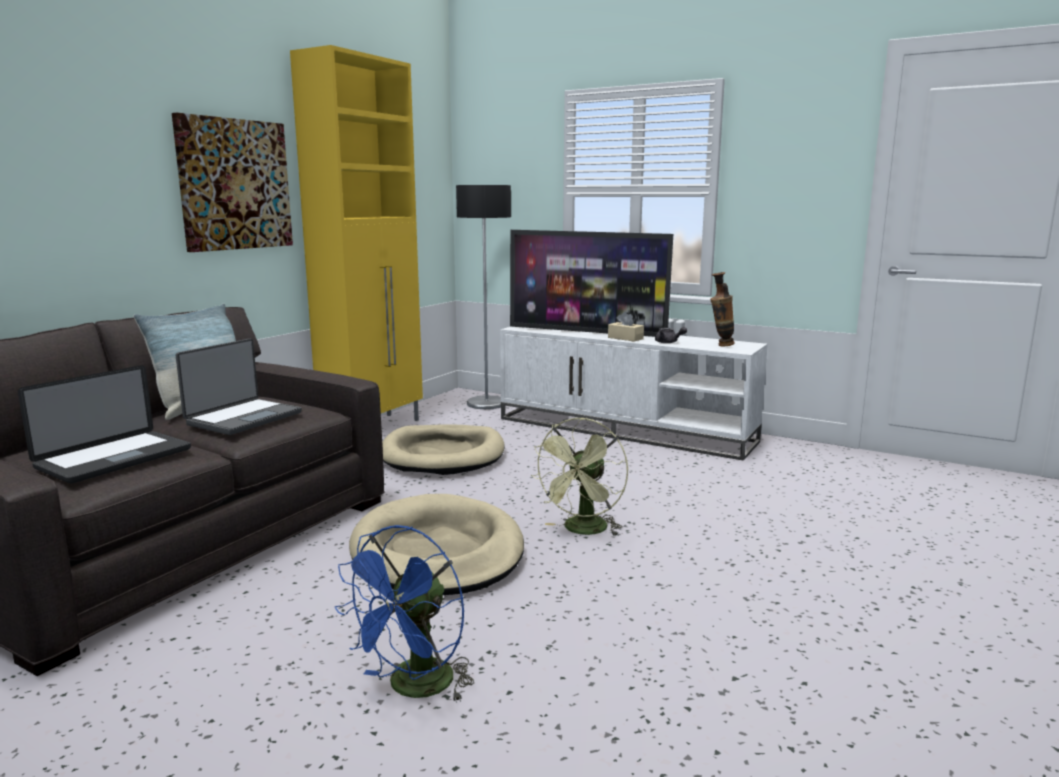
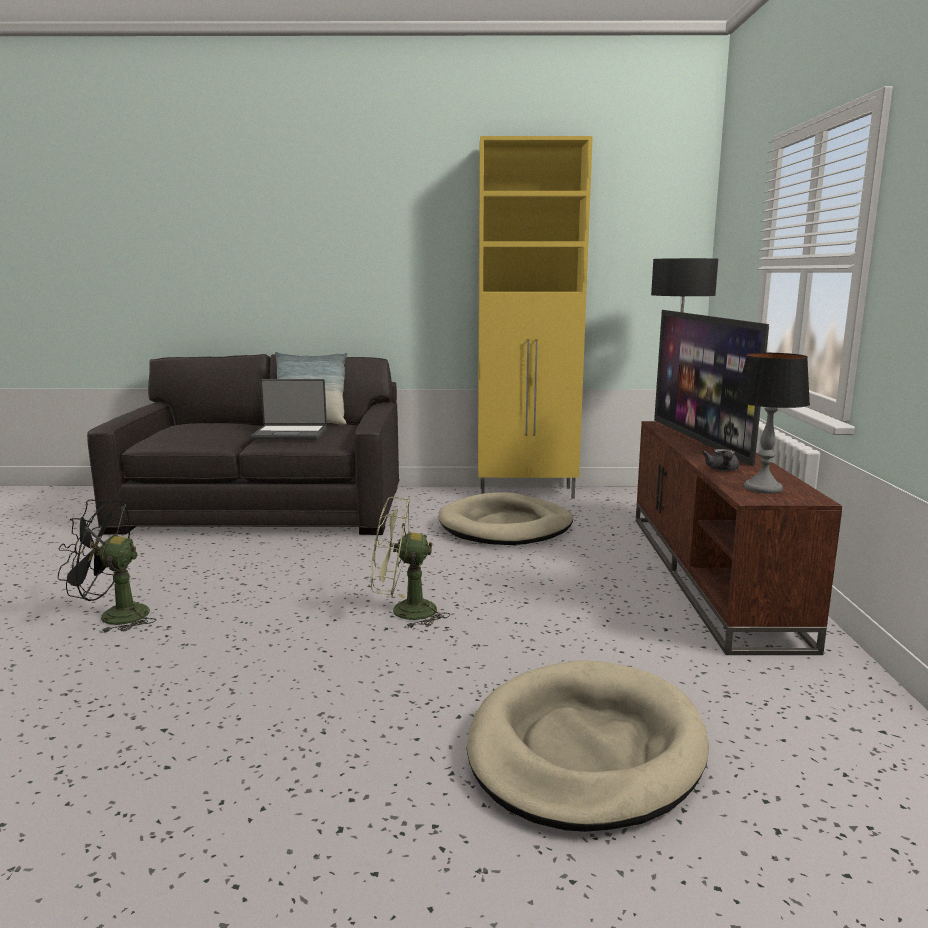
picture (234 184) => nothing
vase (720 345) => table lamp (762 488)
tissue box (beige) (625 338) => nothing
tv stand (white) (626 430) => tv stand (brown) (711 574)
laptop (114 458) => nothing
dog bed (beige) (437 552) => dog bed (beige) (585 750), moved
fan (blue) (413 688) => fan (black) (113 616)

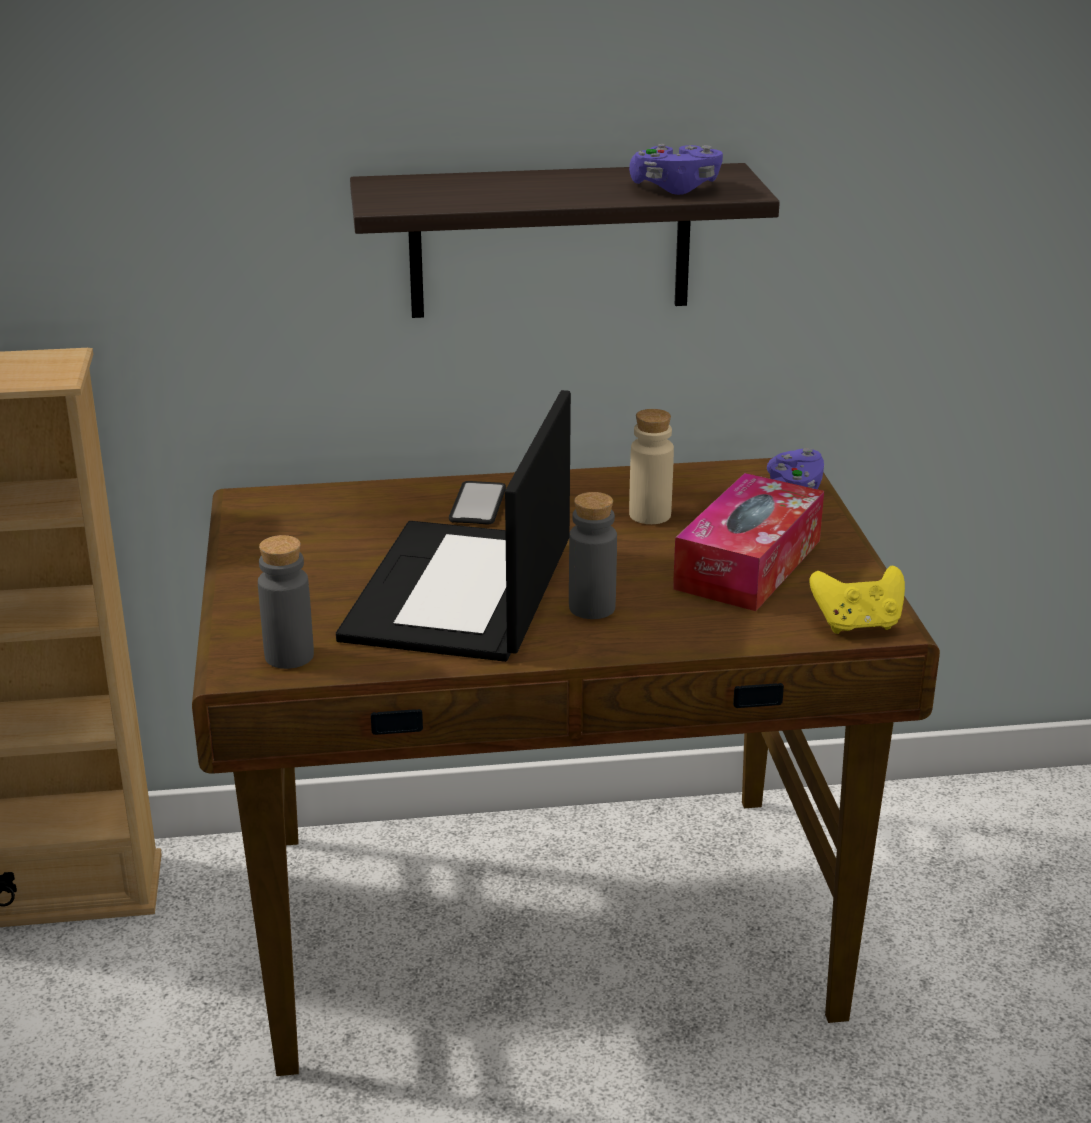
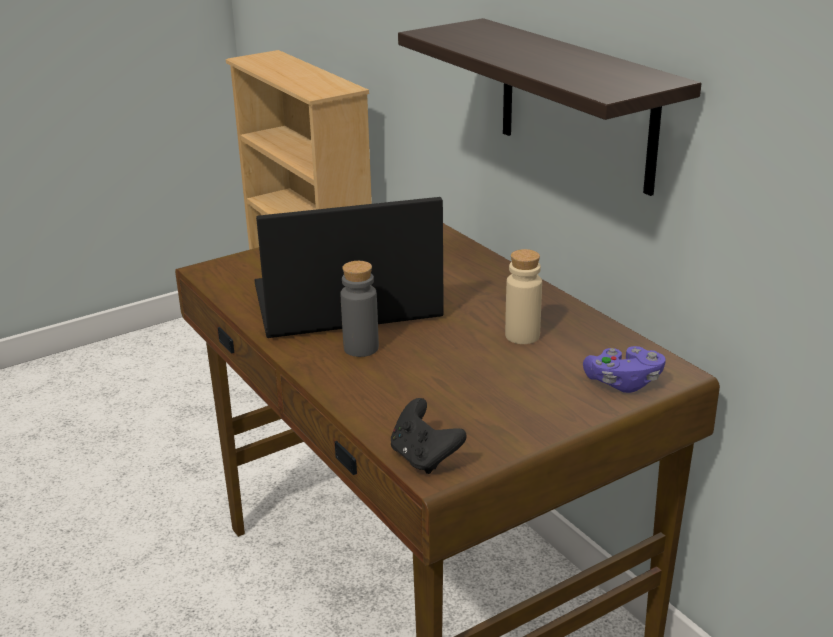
game controller (purple) (675 188) => nothing
tissue box (748 564) => nothing
phone (477 504) => nothing
bottle (grey) (289 656) => nothing
game controller (yellow) (857 624) => game controller (black) (424 458)

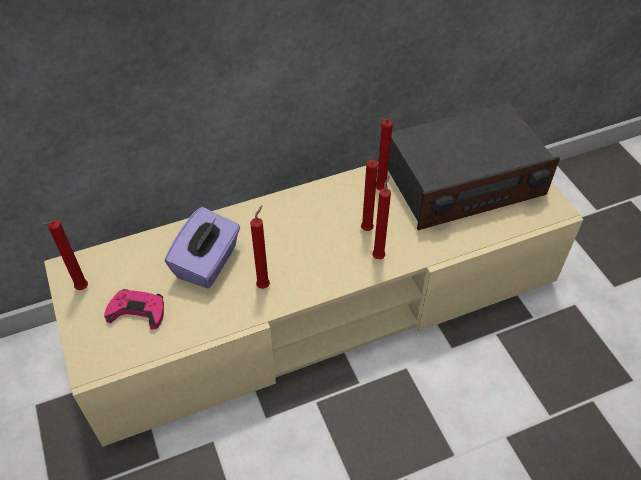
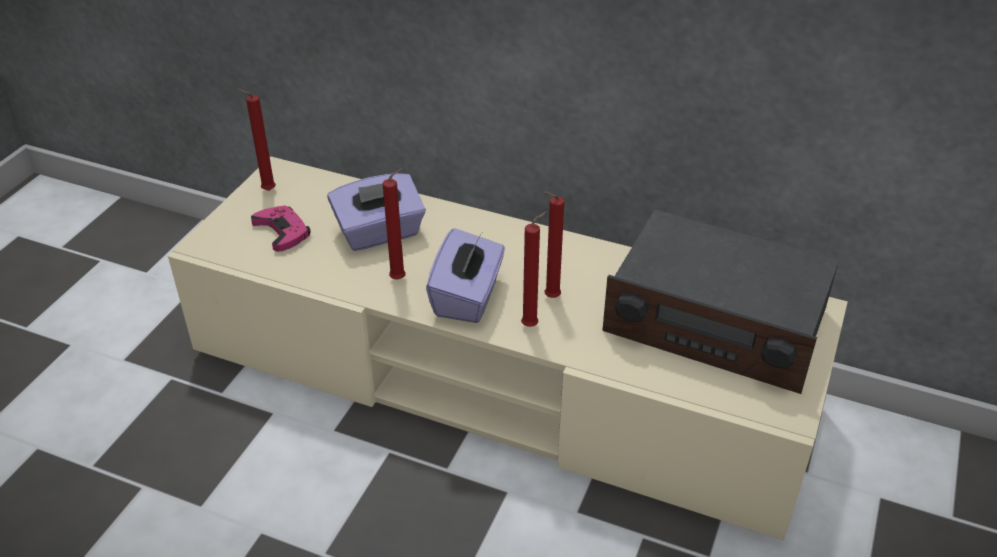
candle (red) (379 190) => nothing
nothing => tissue box (purple) (467 297)

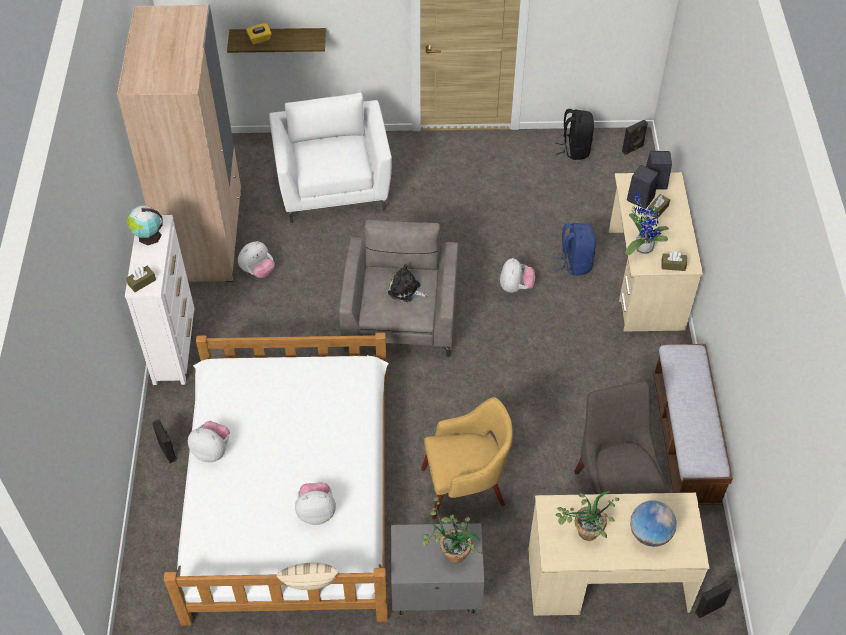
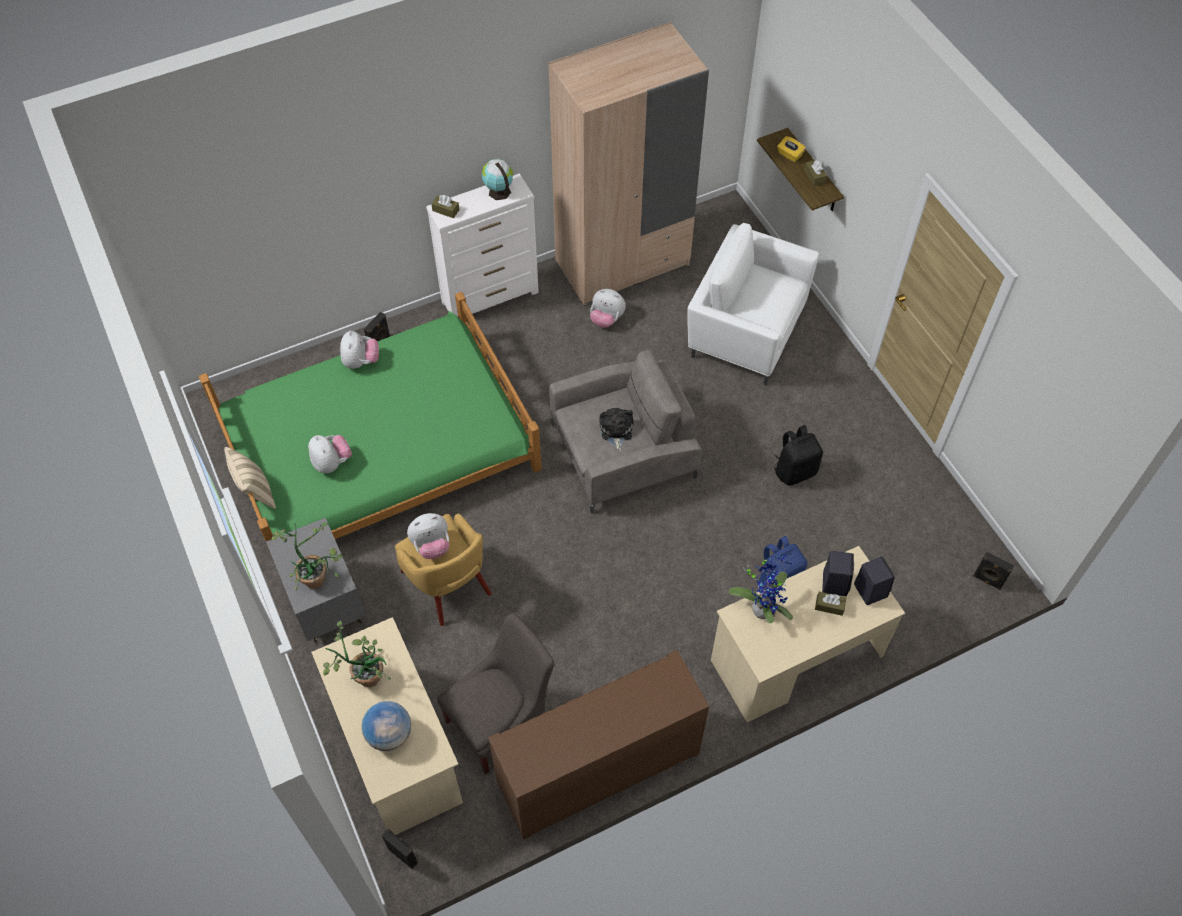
armchair (white) (333 188) => armchair (white) (745 332), 120 degrees counterclockwise
backpack (black) (575 149) => backpack (black) (795 470), moved
tissue box (brown) (673 265) => tissue box (brown) (814 176), moved
plush toy (516 287) => plush toy (431 545), moved
bed (white) (290 490) => bed (green) (381 448)
bench (685 440) => cabinet (brown) (598 768)

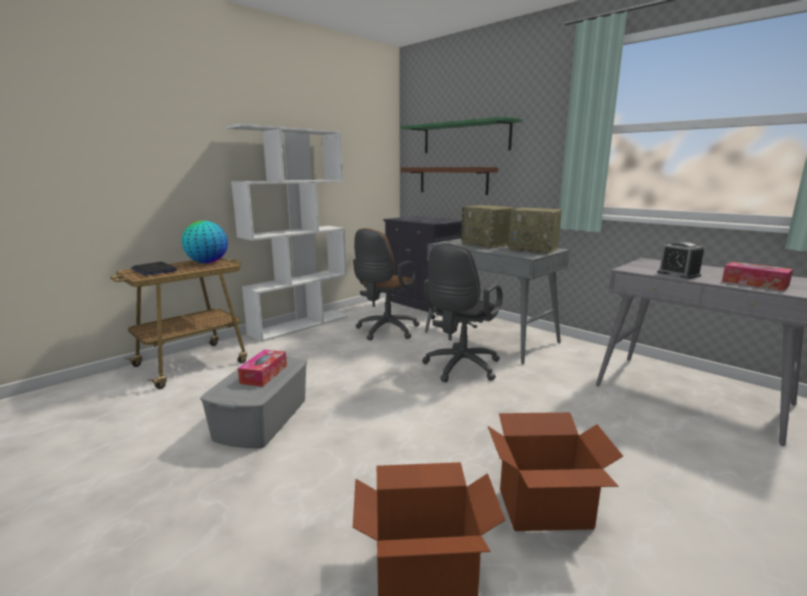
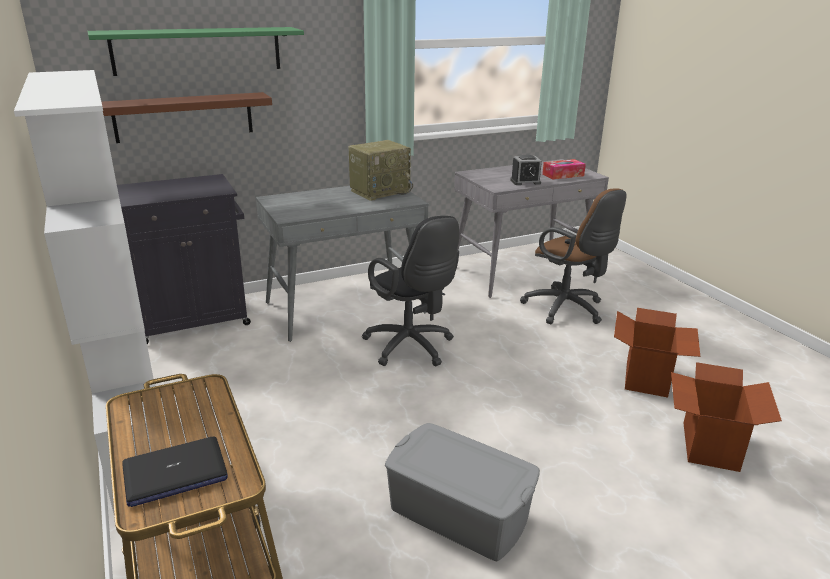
radio (486 244) => nothing
globe (207 263) => nothing
office chair (brown) (385 331) => office chair (brown) (567 310), moved
tissue box (264 374) => nothing

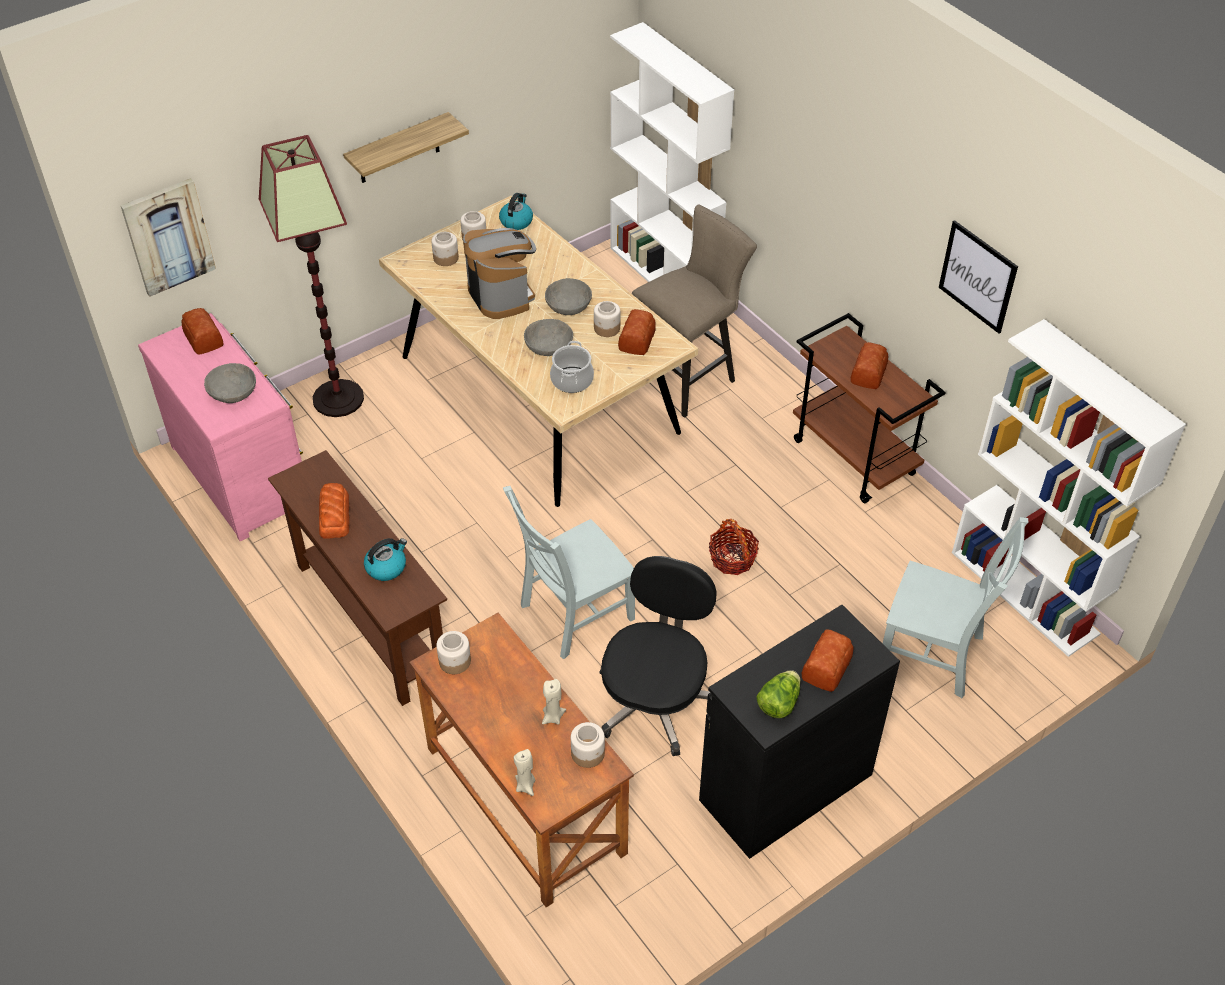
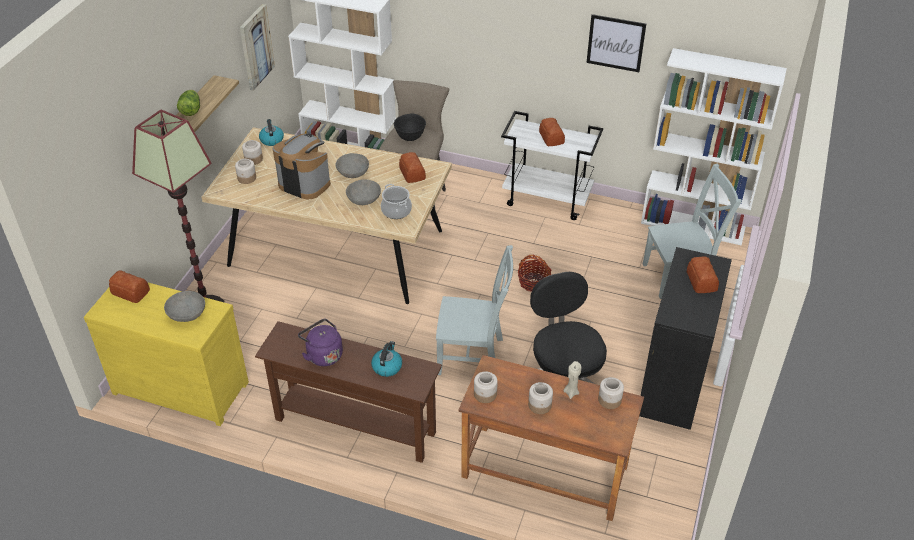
picture (168 236) => picture (256 47), moved
jar (607 328) => jar (540 405), moved
dresser (pink) (242 473) => dresser (yellow) (181 385)
cart (brown) (855 457) => cart (white) (548 199)
bread (334 515) => kettle (purple) (323 354)
chair (grey) (572 614) => chair (grey) (474 357), 105 degrees counterclockwise
lettuce (779 703) => lettuce (191 110), moved
candle (beige) (526 786) => nothing
nothing => bowl (black) (410 136)

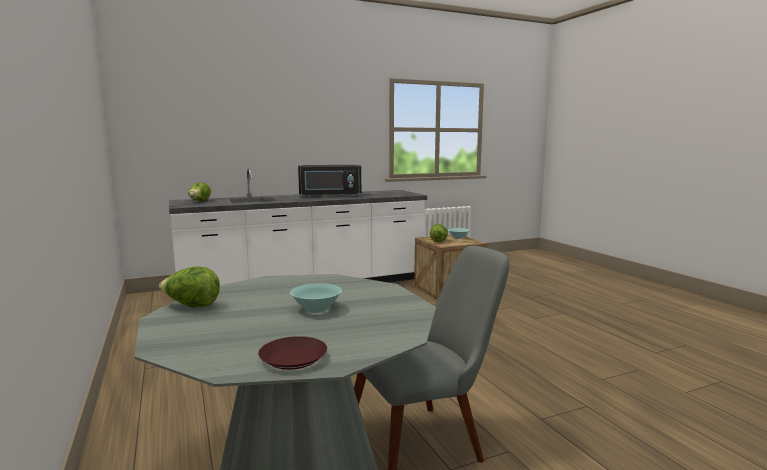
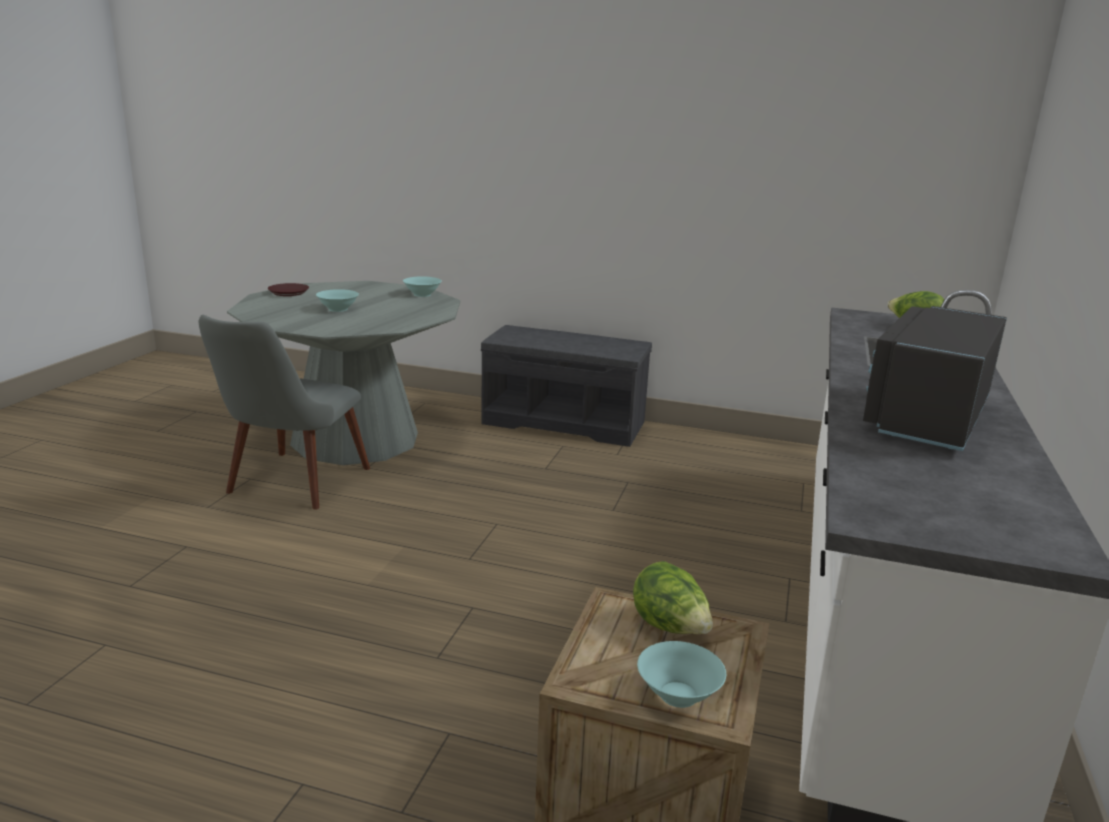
lettuce (191 306) => bowl (turquoise) (422 294)
nothing => bench (grey) (565 422)

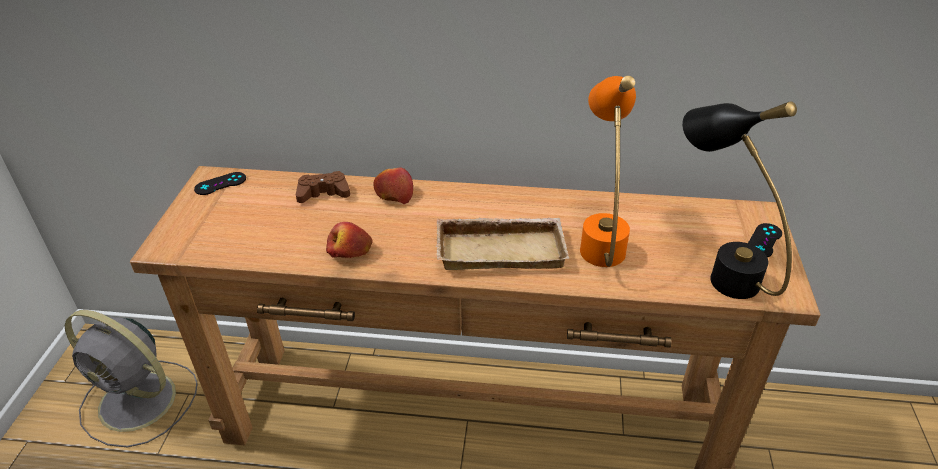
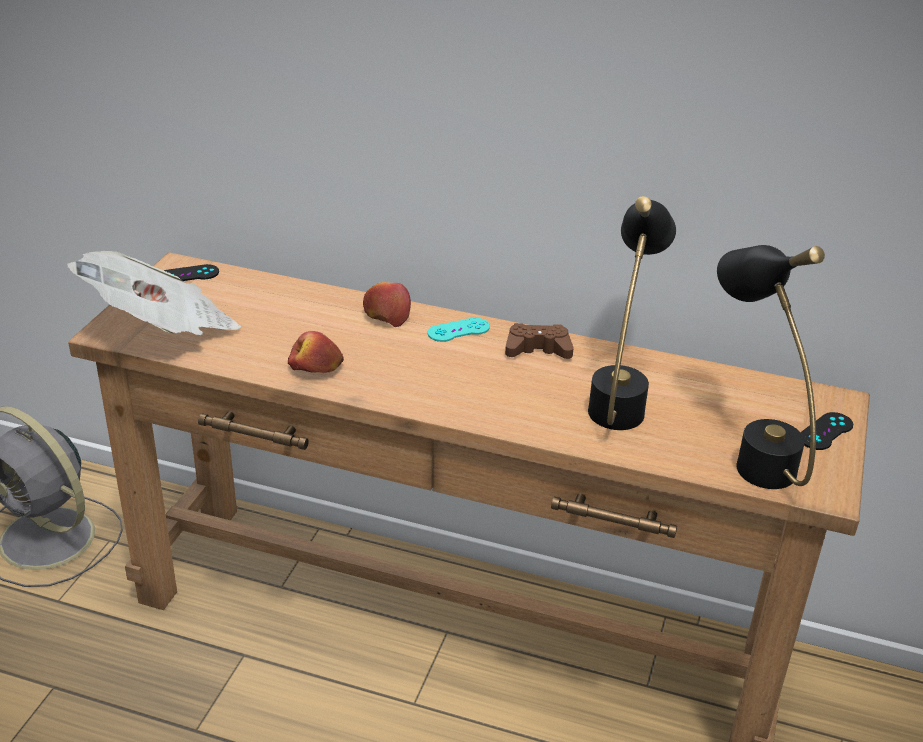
table lamp (orange) (601 237) => table lamp (black) (620 397)
game controller (brown) (323 193) => game controller (brown) (537 349), moved
tray (beige) (502 248) => nothing
nothing => newspaper (162 329)
nothing => game controller (turquoise) (458 330)

